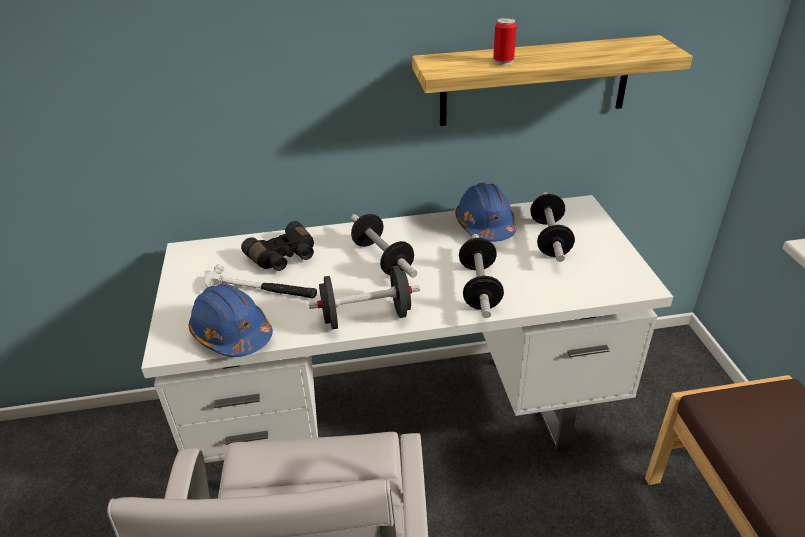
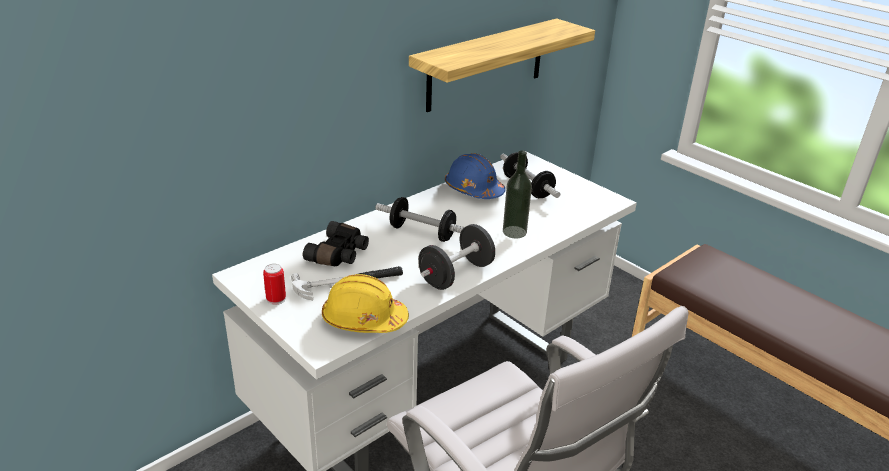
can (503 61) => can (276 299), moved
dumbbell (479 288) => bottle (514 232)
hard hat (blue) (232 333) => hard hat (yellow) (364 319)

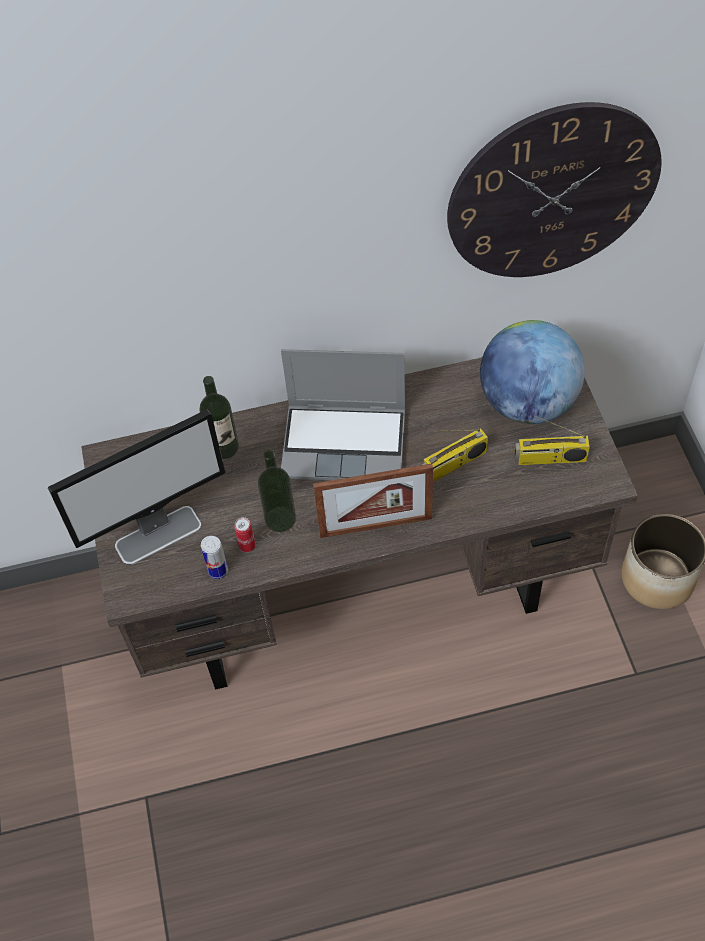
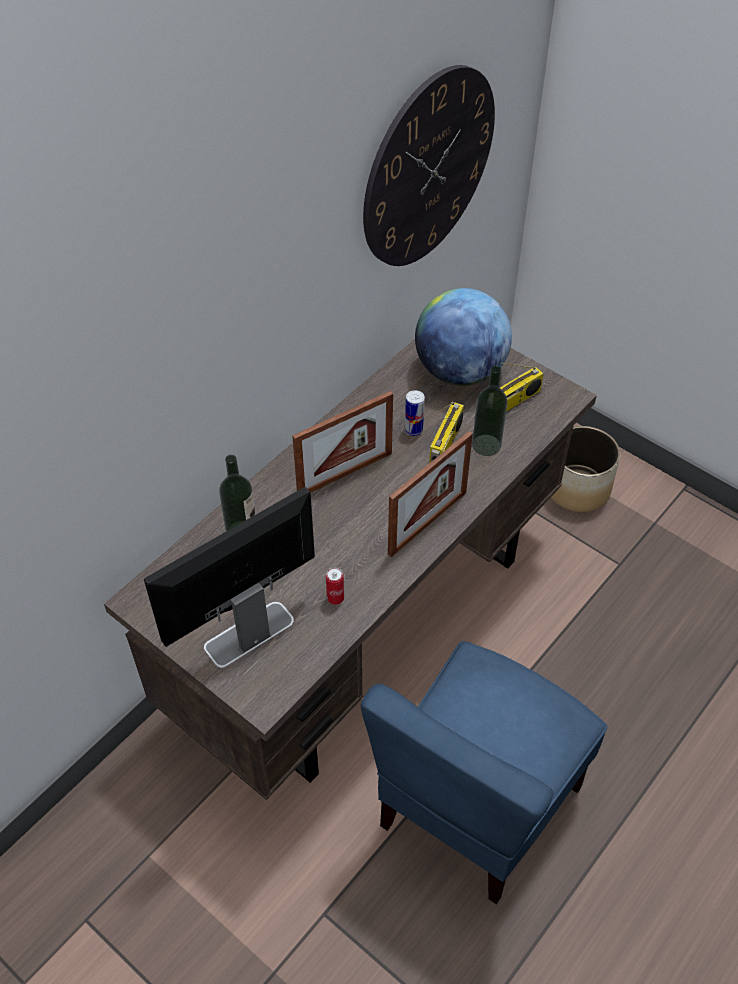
laptop (346 443) => picture frame (345 474)
monitor (159 534) => monitor (248 635), 150 degrees counterclockwise
bottle (280 519) => bottle (486 445), moved
can (218 571) => can (413 430), moved
nothing => chair (blue) (477 805)

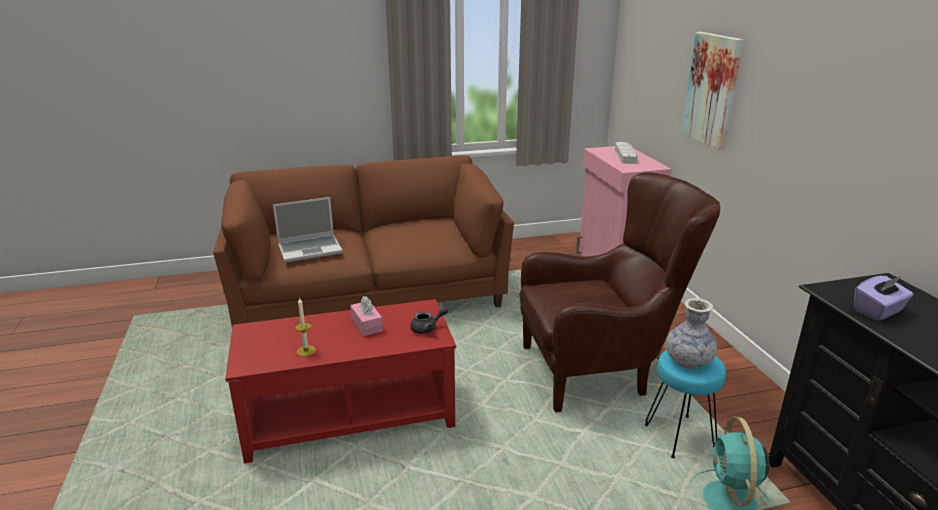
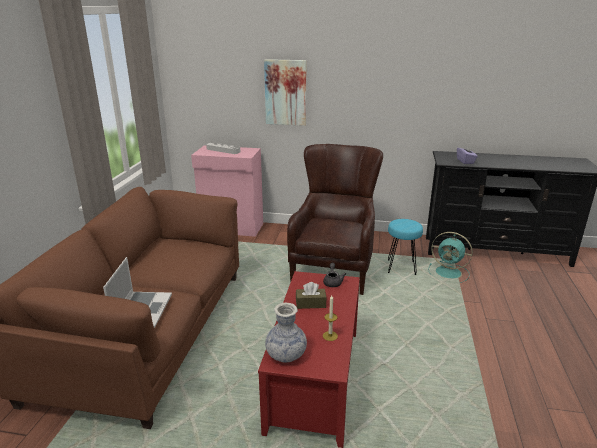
tissue box (pink) (367 325) => tissue box (brown) (310 304)
vase (688 361) => vase (286 355), moved

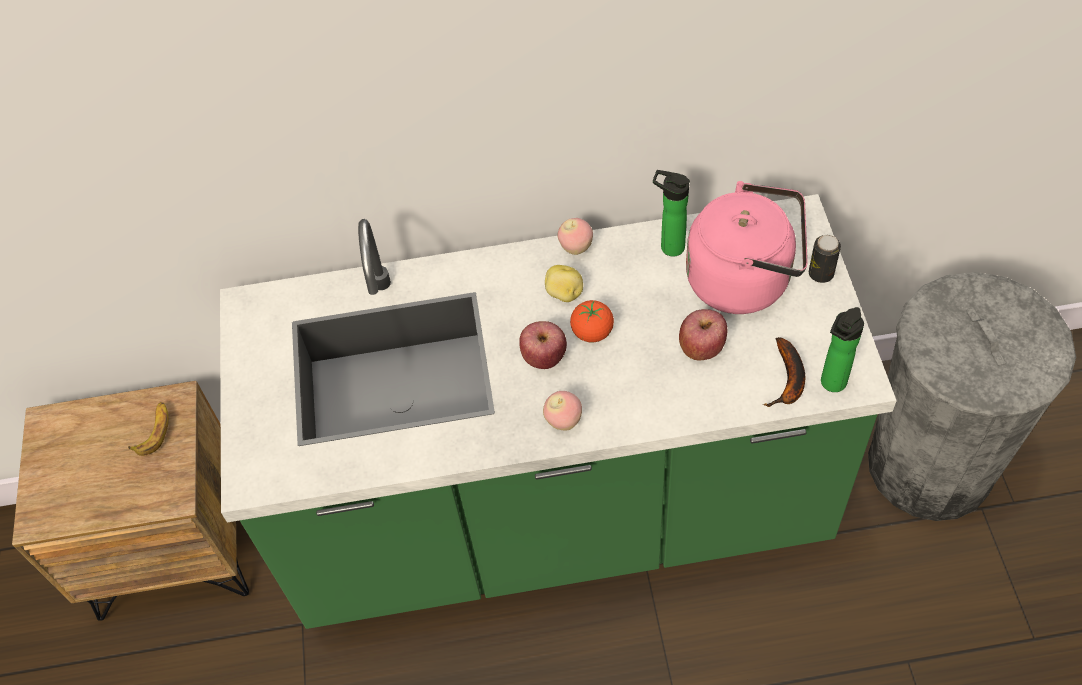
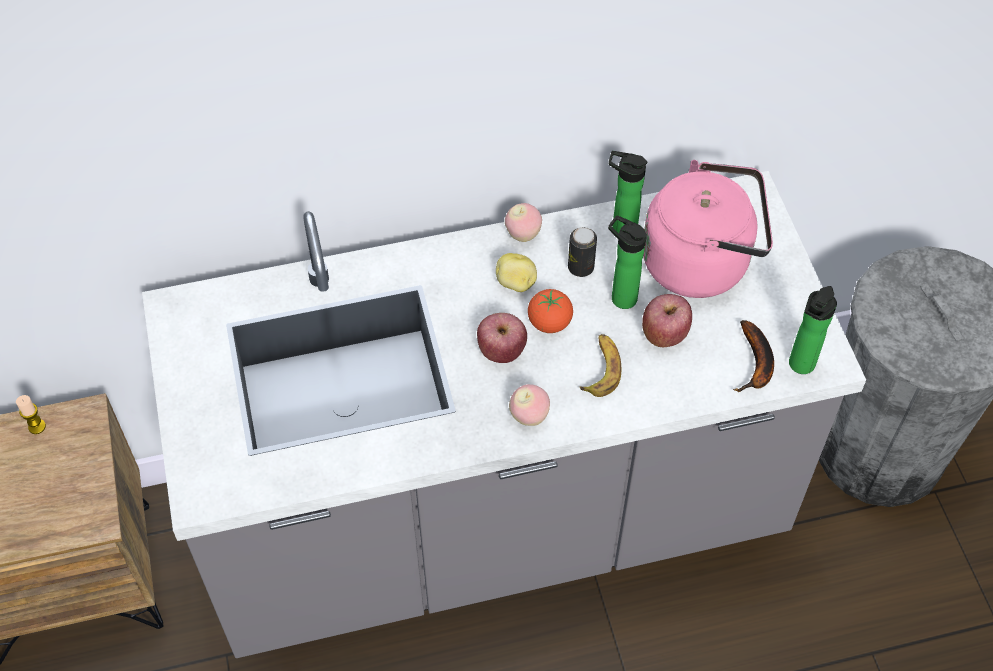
counter (green) (559 515) => counter (grey) (496 522)
can (821 274) => can (580 267), moved
banana (154 431) => banana (601 369), moved
nothing => bottle (620 297)
nothing => candle (37 426)

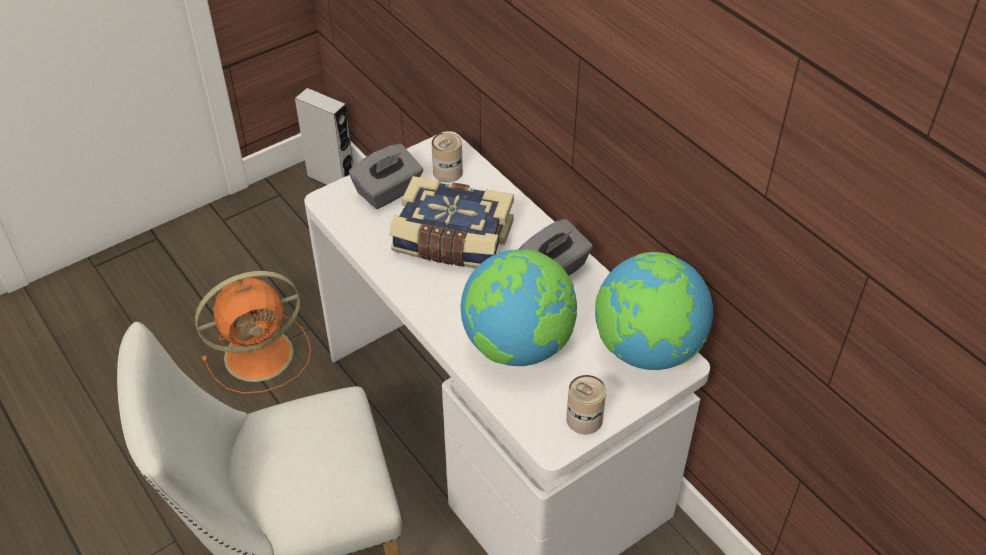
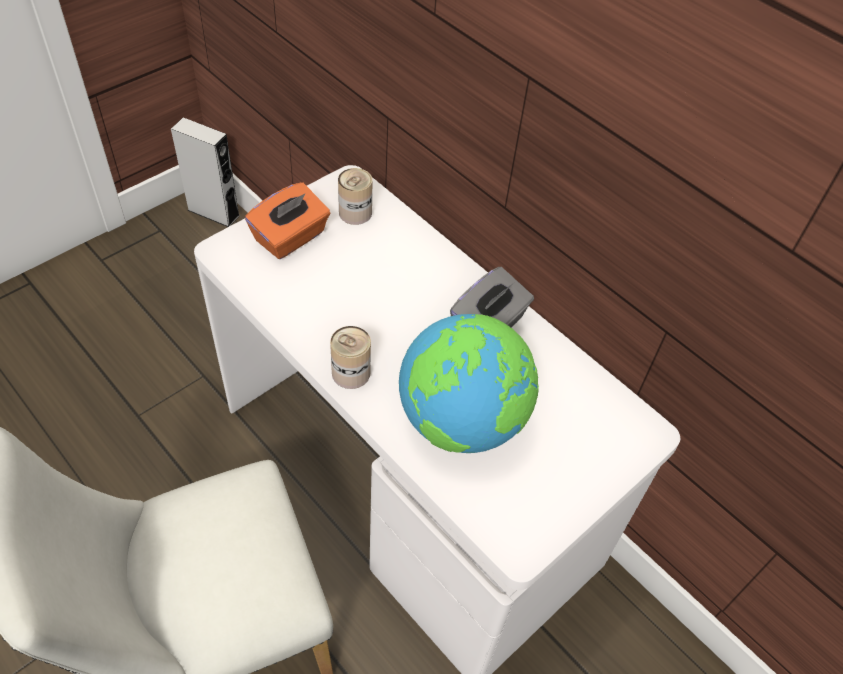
tissue box (grey) (388 192) => tissue box (orange) (290 238)
book (452 241) => nothing
globe (646 350) => nothing
fan (orange) (262 353) => nothing
can (584 419) => can (351 373), moved

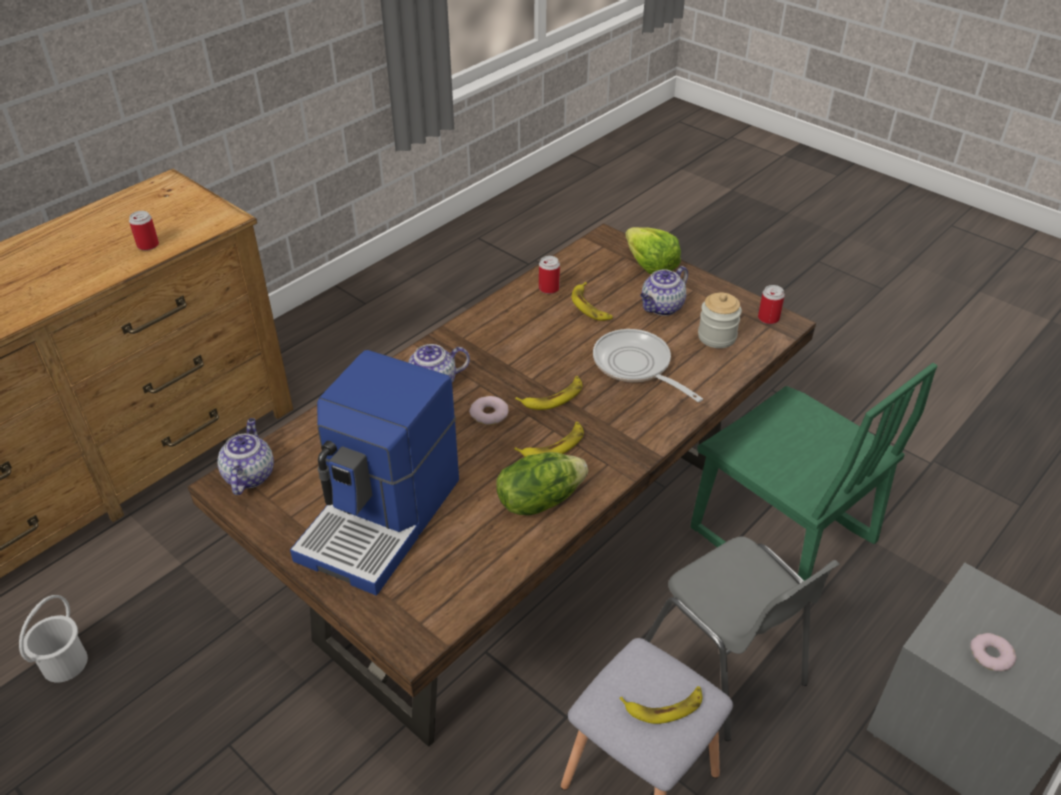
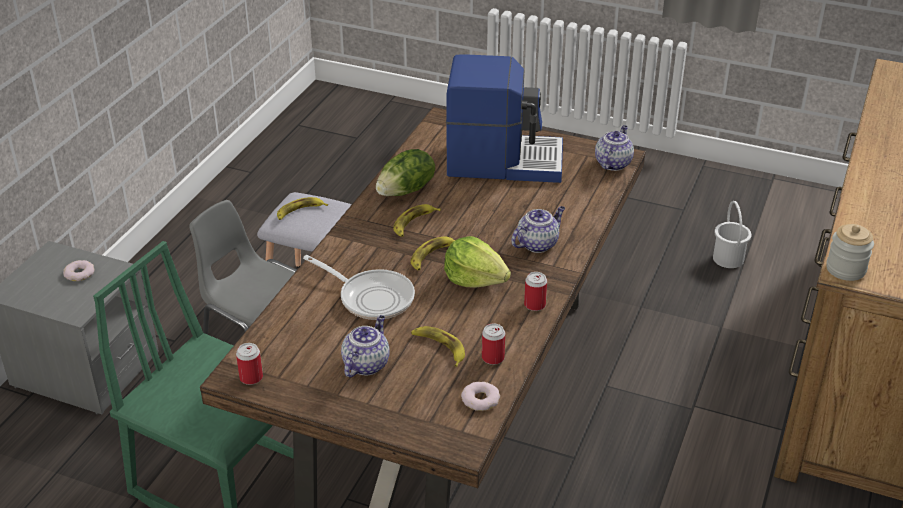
can (148 245) => can (534 305), moved
lettuce (650 265) => lettuce (475 278), moved
jar (717 337) => jar (845 269), moved
coffee machine (383 518) => coffee machine (503 161), 90 degrees clockwise
donut (489 414) => donut (480 399), moved
teapot (249 475) => teapot (613 163), 135 degrees counterclockwise

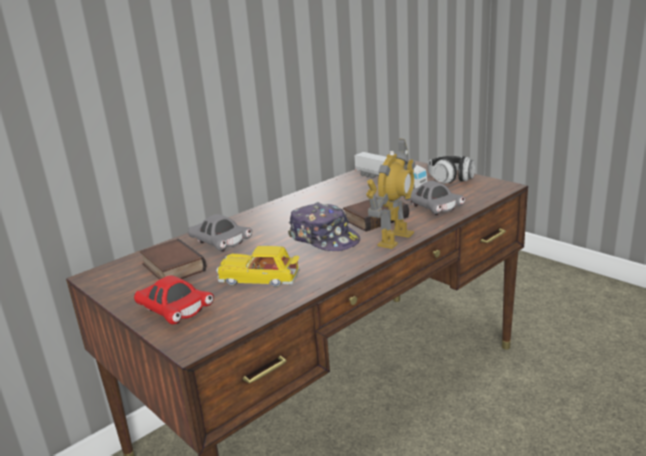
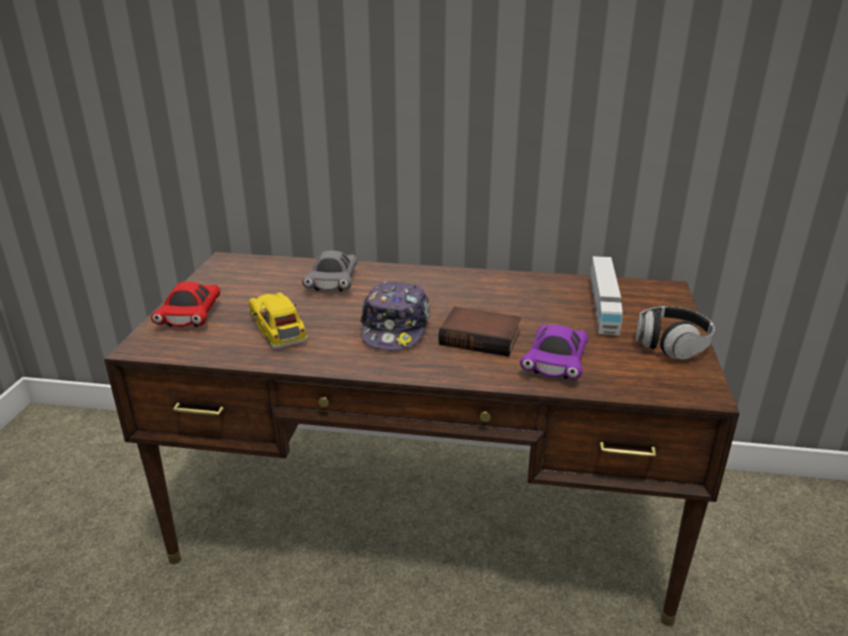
toy robot (394 239) => nothing
toy car (grey) (433 208) => toy car (purple) (555 364)
book (171 267) => nothing

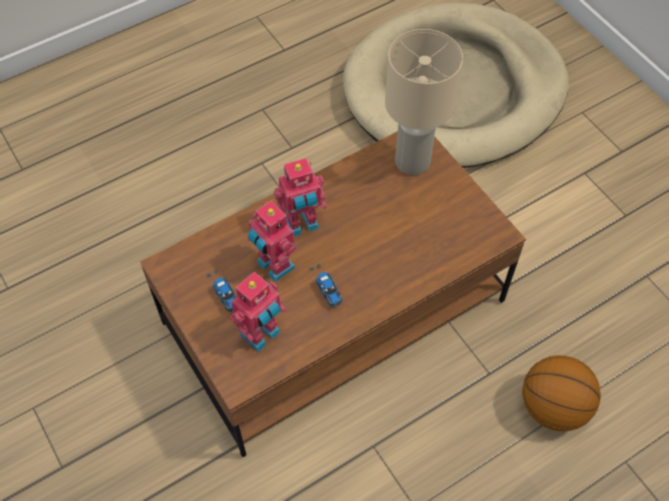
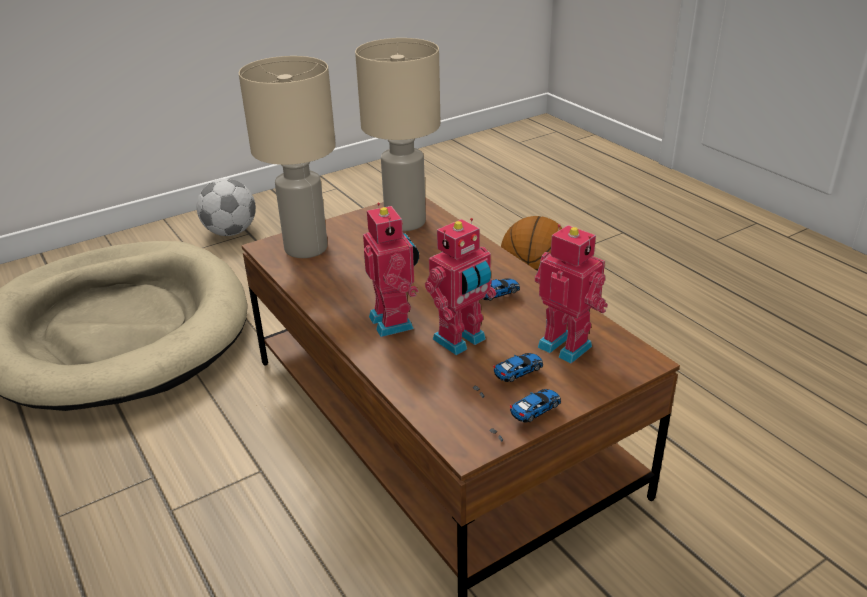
nothing => table lamp (beige) (404 222)
nothing => football (230 232)
nothing => toy car (525 421)

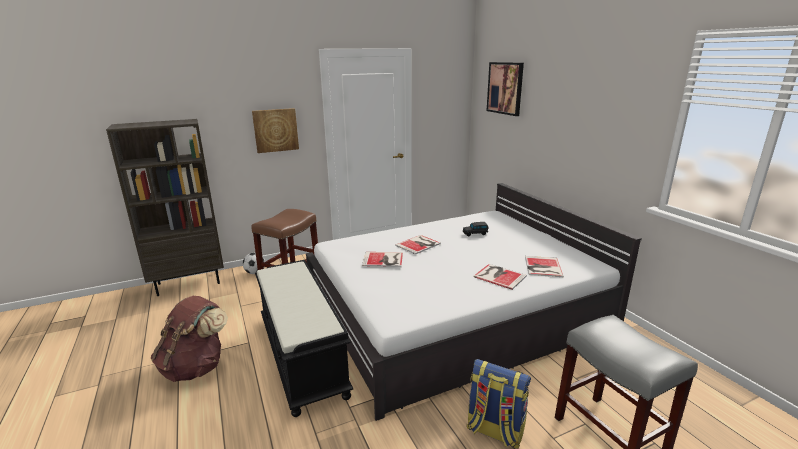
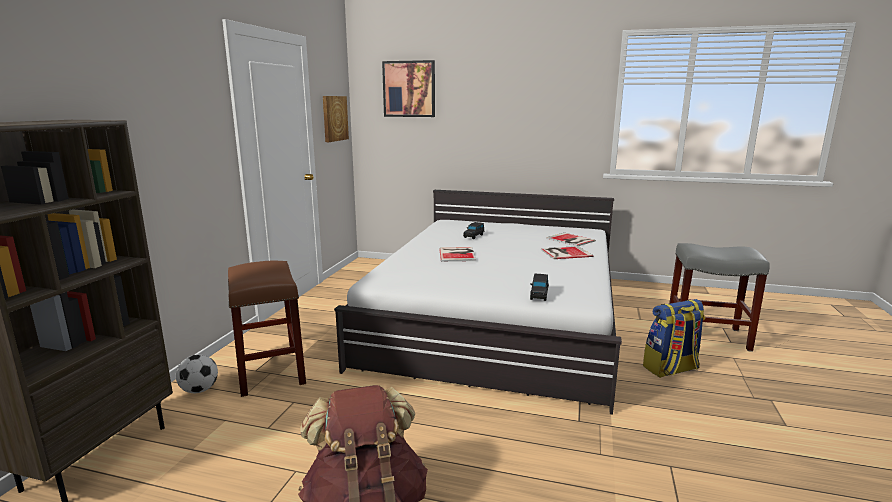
picture (275 130) => picture (334 118), moved
book (384 260) => nothing
bench (black) (303 355) => nothing
nothing => toy car (black) (539 295)

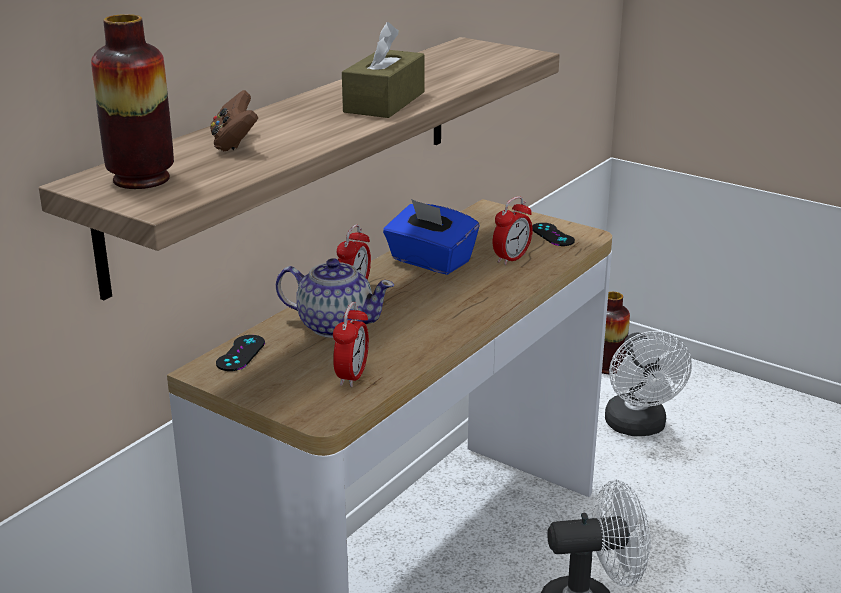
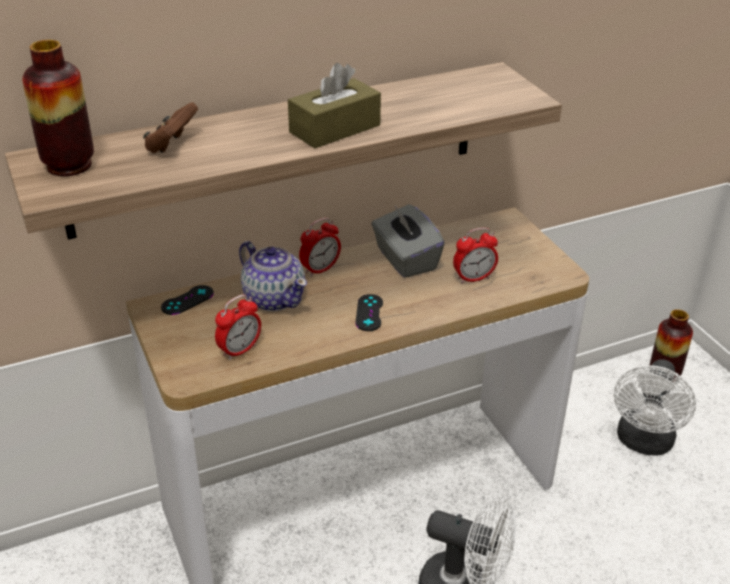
tissue box (blue) (430 261) => tissue box (grey) (405 259)
game controller (black) (552 235) => game controller (black) (369 313), moved

